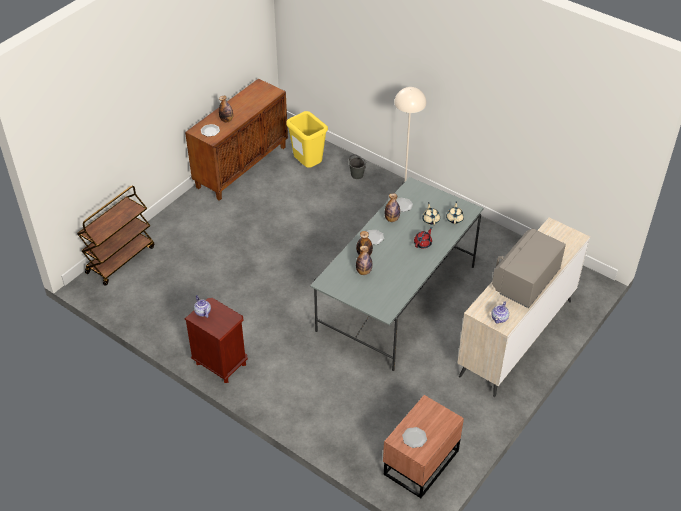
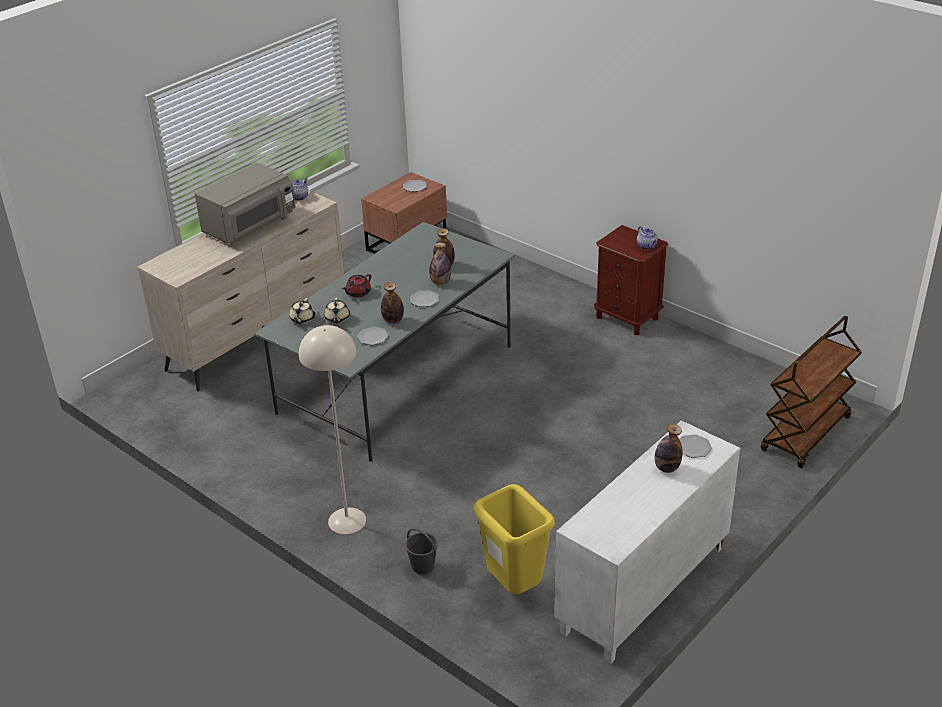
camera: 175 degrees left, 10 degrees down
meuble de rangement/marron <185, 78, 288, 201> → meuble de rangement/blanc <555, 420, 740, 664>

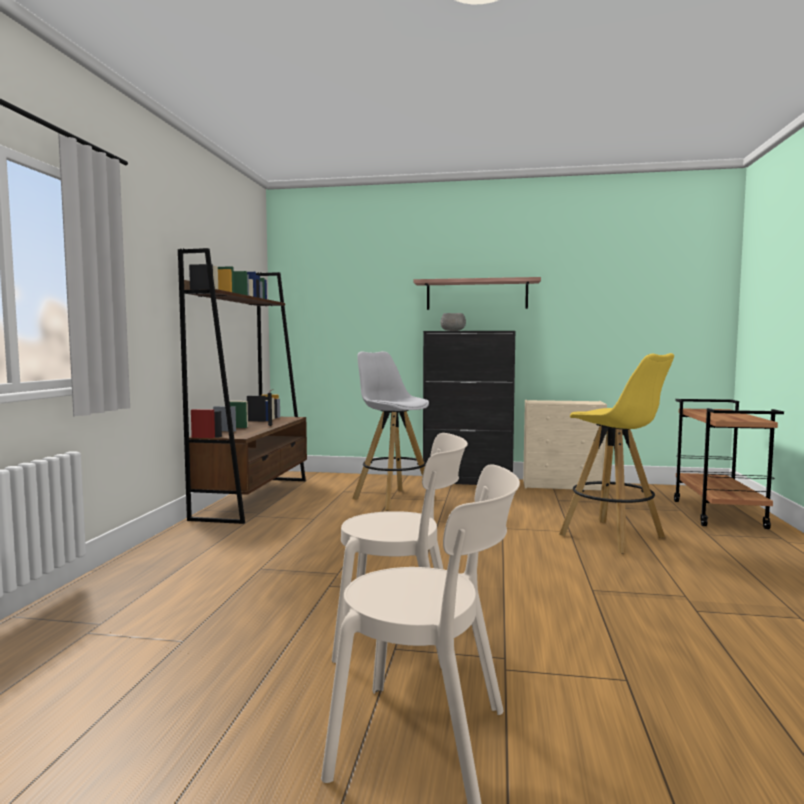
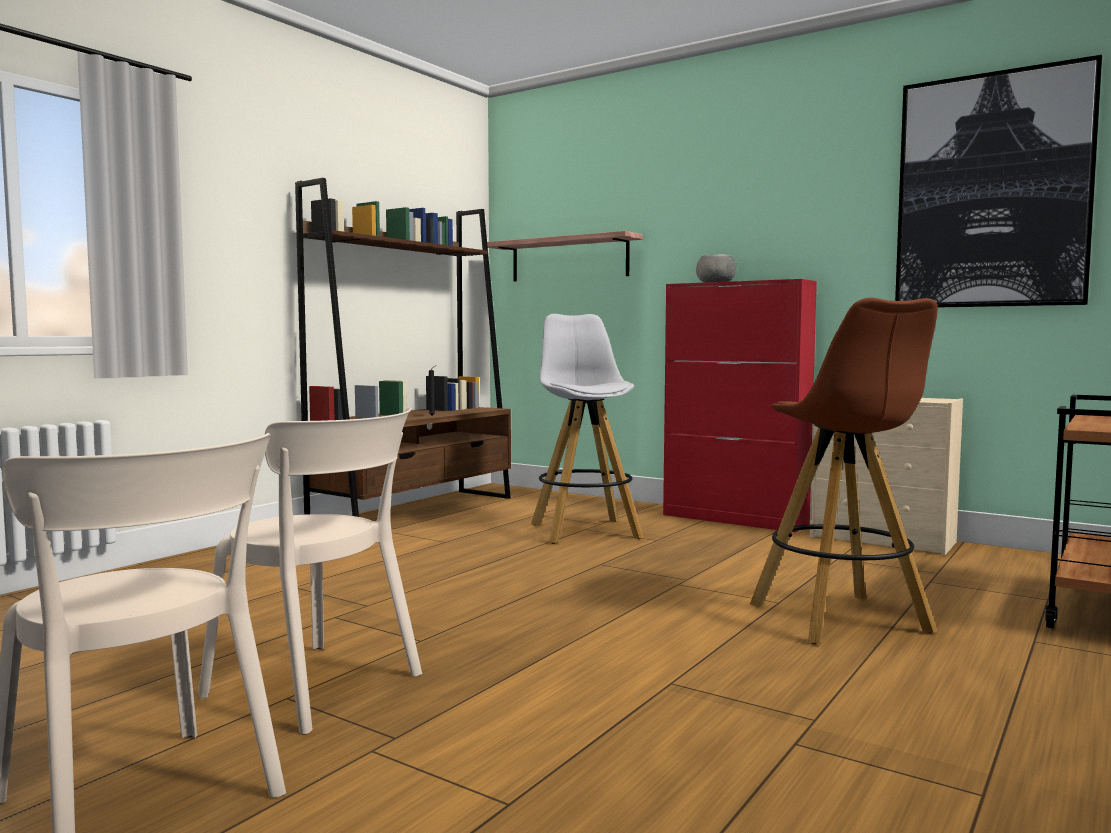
camera: 25 degrees right, 0 degrees up
étagère <414, 277, 541, 310> → étagère <487, 231, 643, 281>, relocated
meuble de rangement/noir <423, 331, 515, 485> → meuble de rangement/rouge <663, 279, 817, 532>
tabouret/jaune <559, 353, 674, 554> → tabouret/marron <750, 298, 938, 644>
- → tableau <895, 55, 1102, 307>

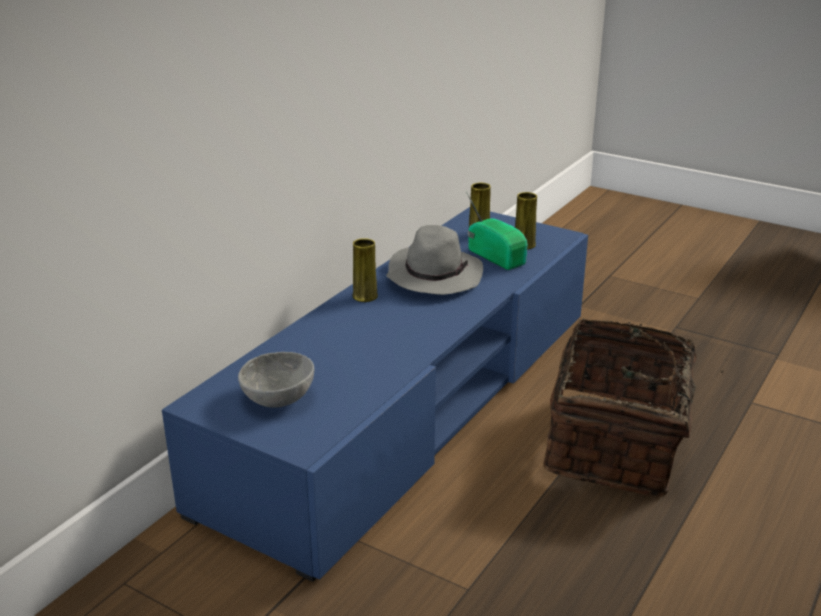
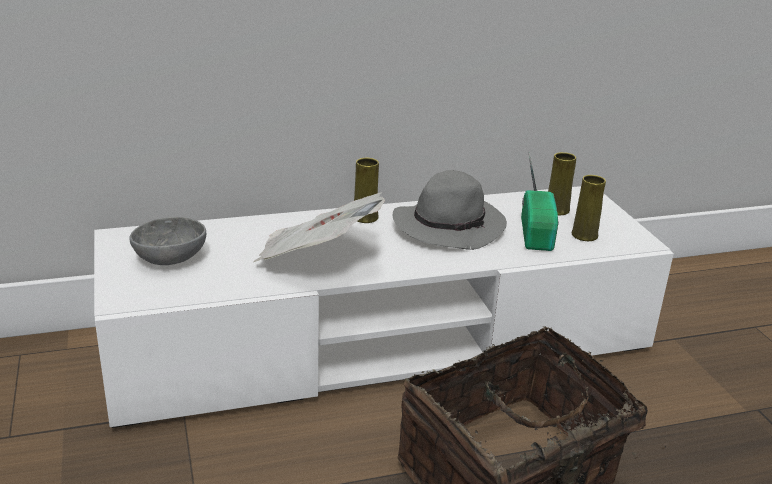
camera: 40 degrees right, 0 degrees up
meuble télé/bleu <162, 207, 588, 582> → meuble télé/blanc <94, 186, 674, 428>
- → journal <254, 192, 385, 262>

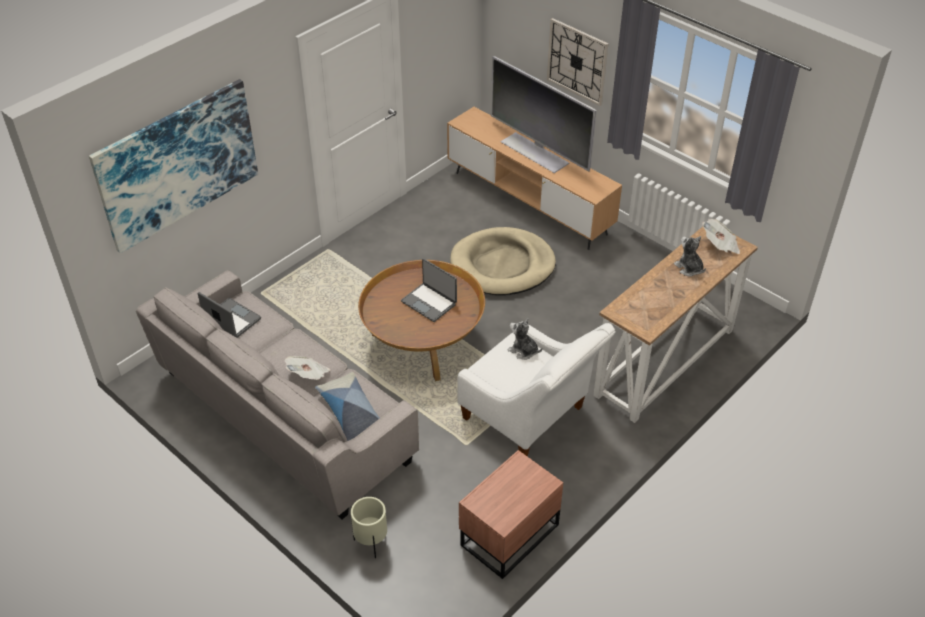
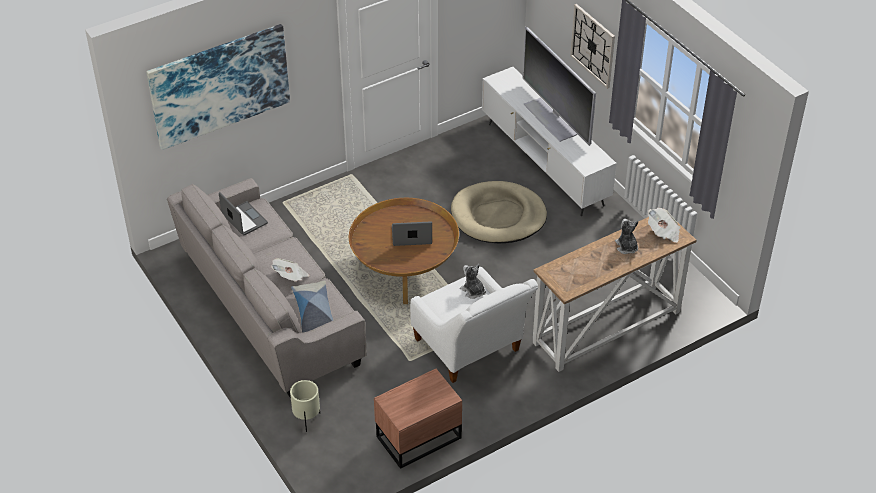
camera: 15 degrees right, 0 degrees up
ordinateur portable <401, 258, 457, 322> → ordinateur portable <392, 222, 432, 246>, 120 degrees clockwise
meuble télé/marron <447, 107, 622, 250> → meuble télé/blanc <482, 67, 617, 216>

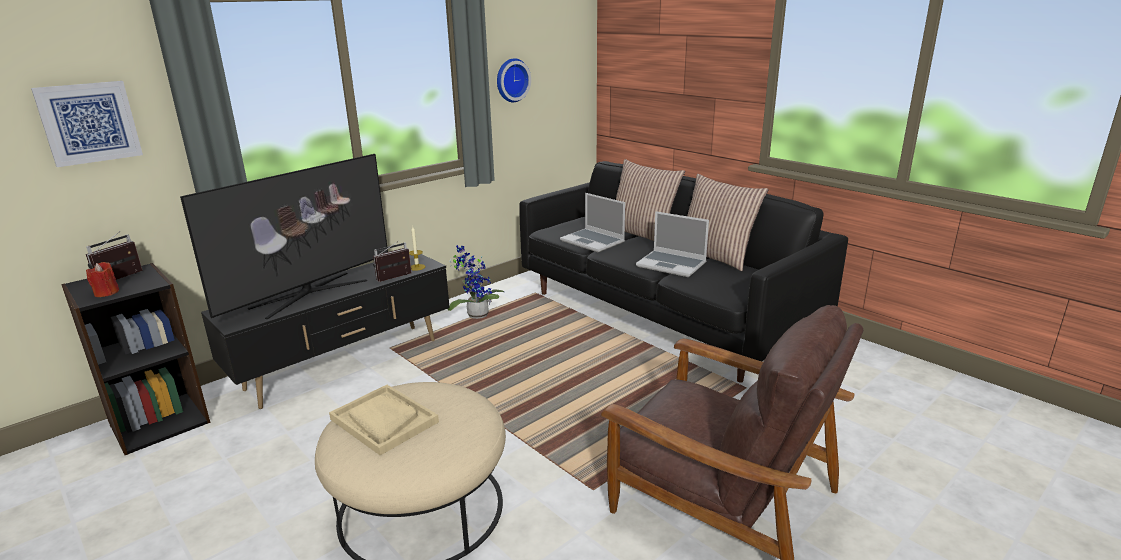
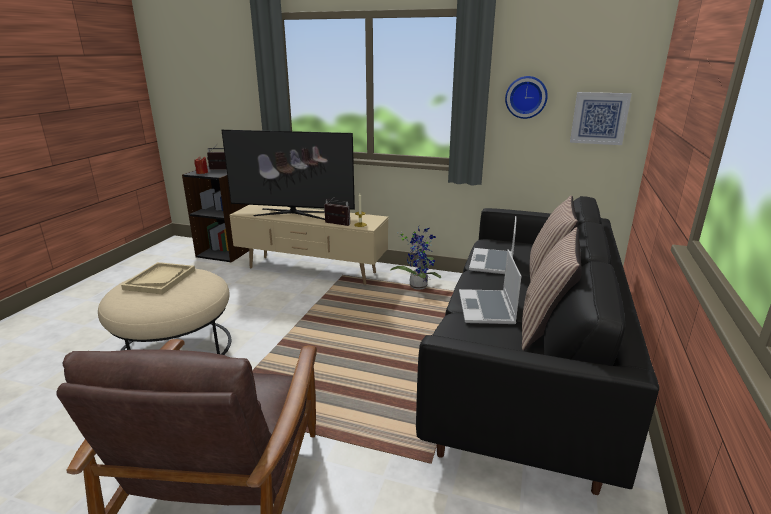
camera: 60 degrees right, 0 degrees up
tableau <31, 81, 143, 167> → tableau <570, 92, 632, 145>, relocated
meuble télé/noir <201, 254, 450, 409> → meuble télé/beige <230, 205, 388, 285>

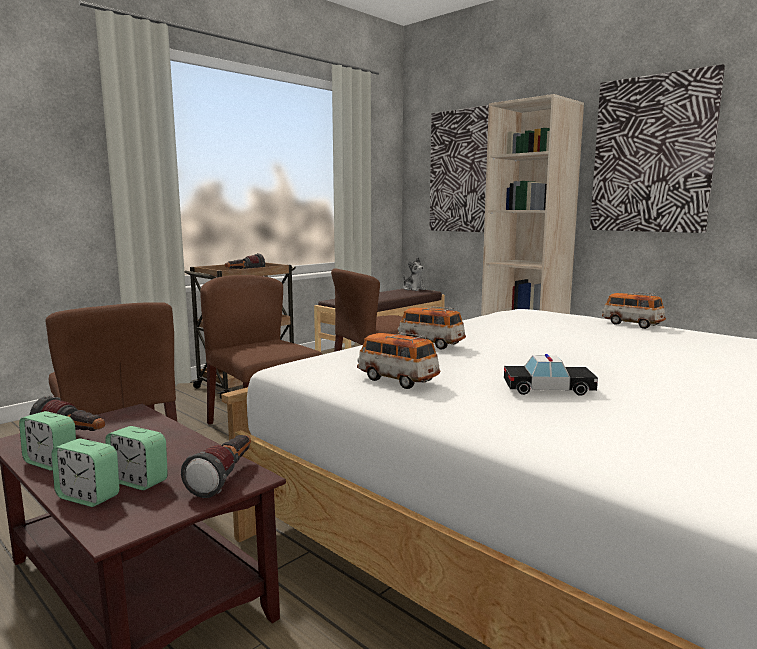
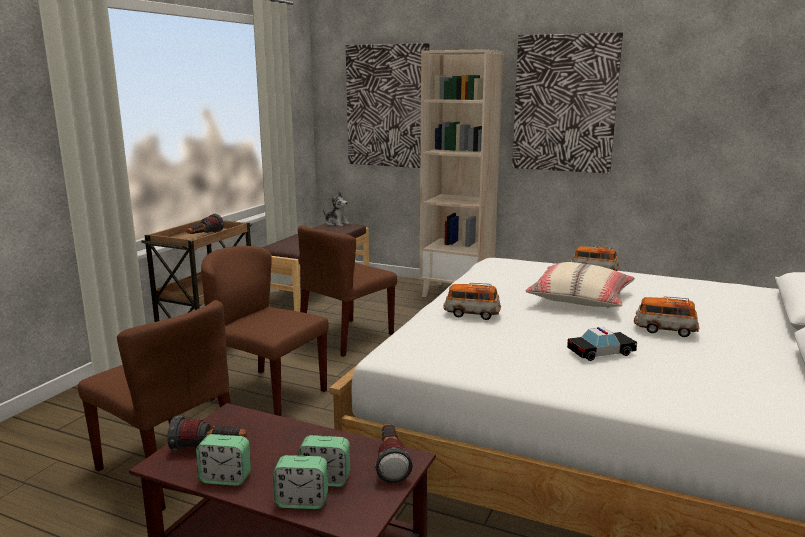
camera: 20 degrees left, 5 degrees up
petite voiture <357, 332, 440, 389> → petite voiture <634, 296, 699, 337>, relocated
- → coussin/beige <525, 262, 635, 308>

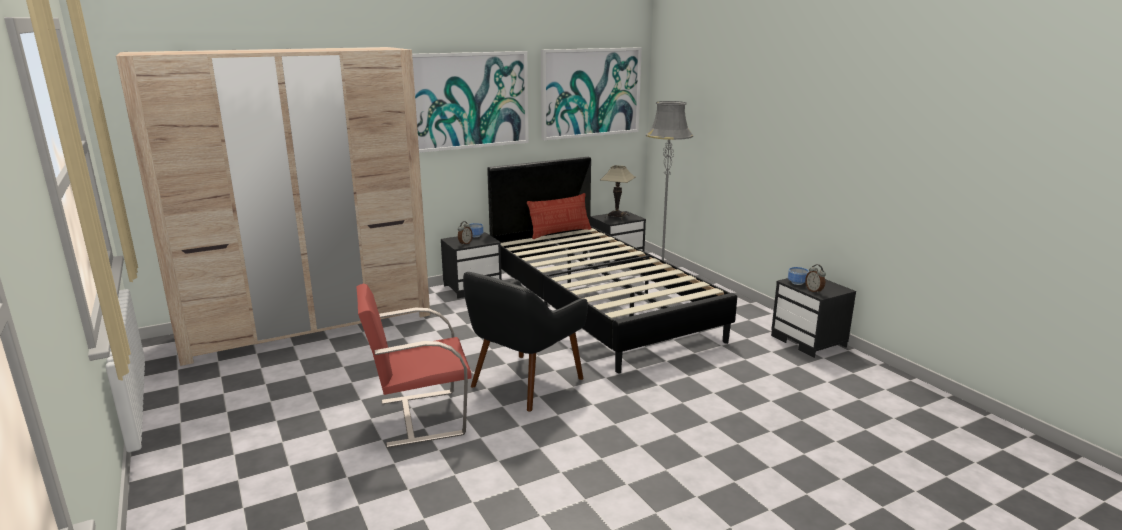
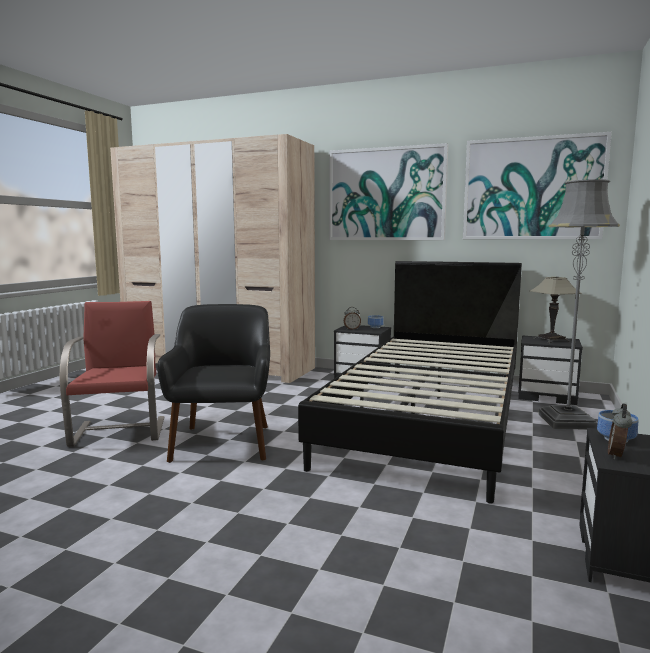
camera: 50 degrees right, 10 degrees down
chaise/rouge <356, 284, 472, 448> → chaise/rouge <60, 301, 165, 447>, 45 degrees clockwise
fauteuil/noir <463, 272, 588, 412> → fauteuil/noir <157, 304, 270, 463>, 90 degrees clockwise
coussin <527, 193, 592, 239> → -

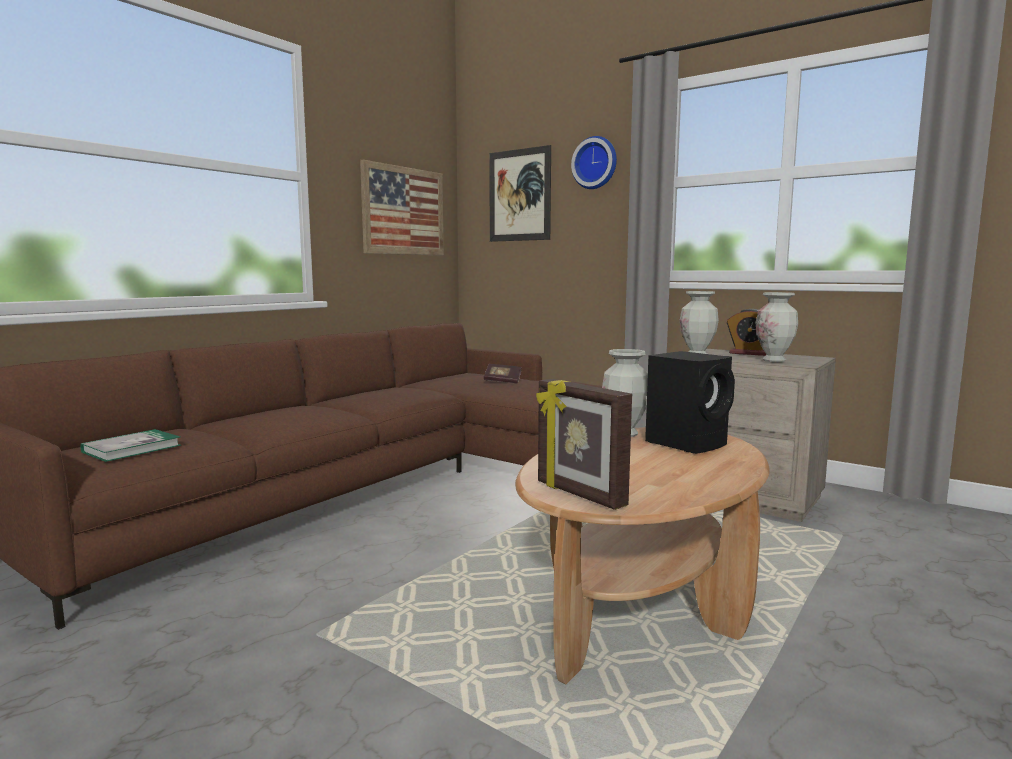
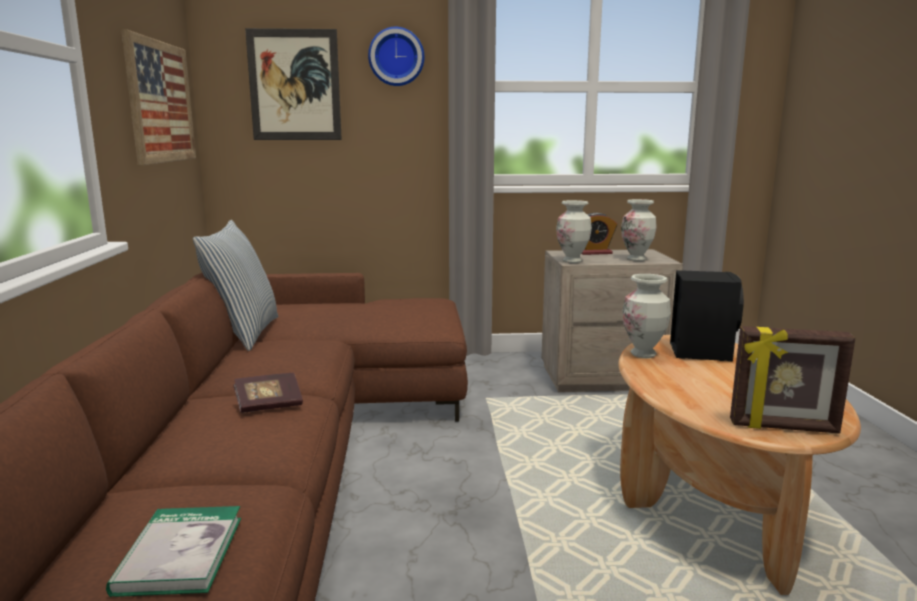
camera: 40 degrees left, 5 degrees up
livre <484, 364, 522, 383> → livre <233, 373, 303, 413>, relocated
- → coussin <193, 220, 278, 351>

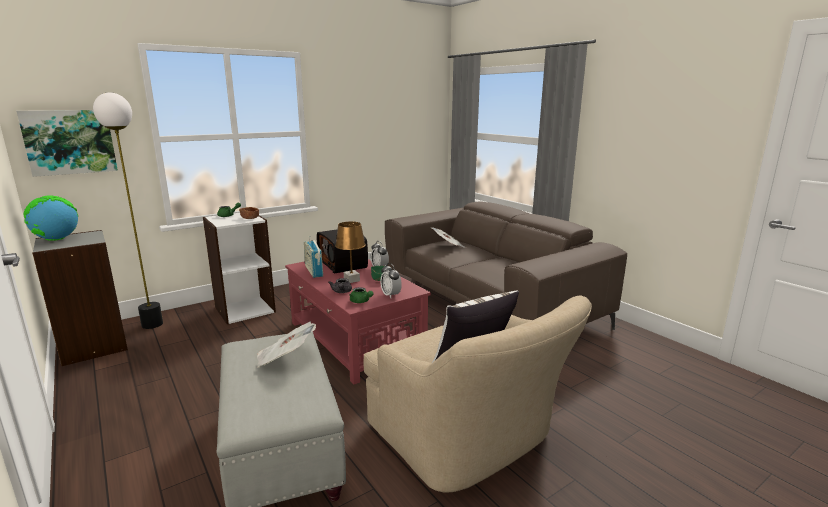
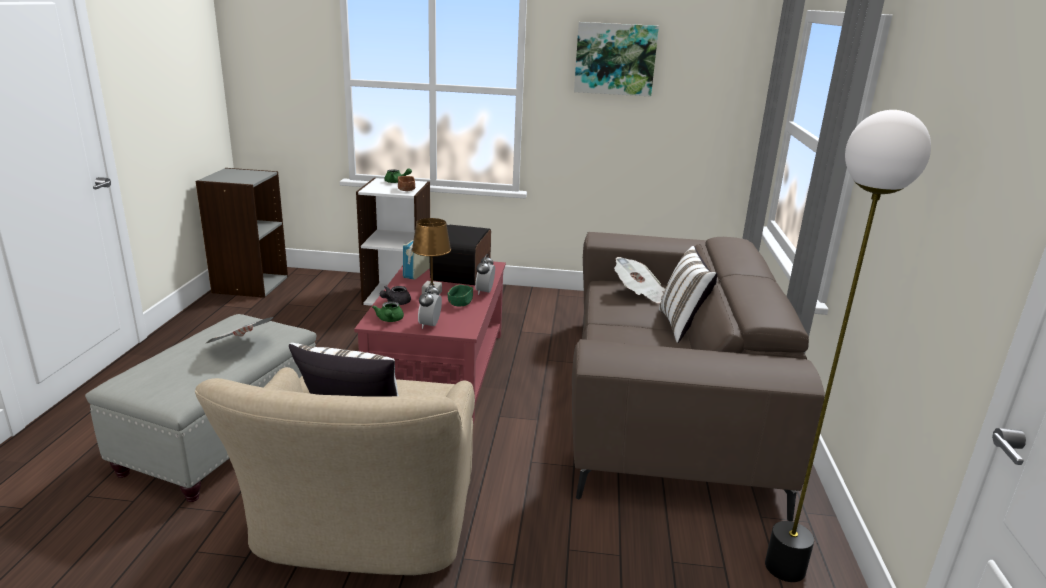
camera: 40 degrees right, 5 degrees up
tableau <17, 110, 118, 177> → tableau <574, 22, 659, 97>, relocated
globe <24, 195, 78, 241> → -
lampadaire <93, 92, 163, 329> → lampadaire <765, 110, 931, 582>, relocated
- → coussin/blanc <659, 246, 717, 343>

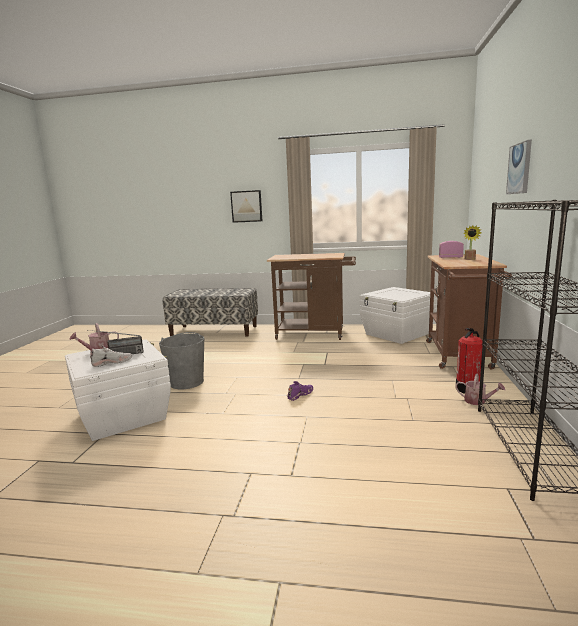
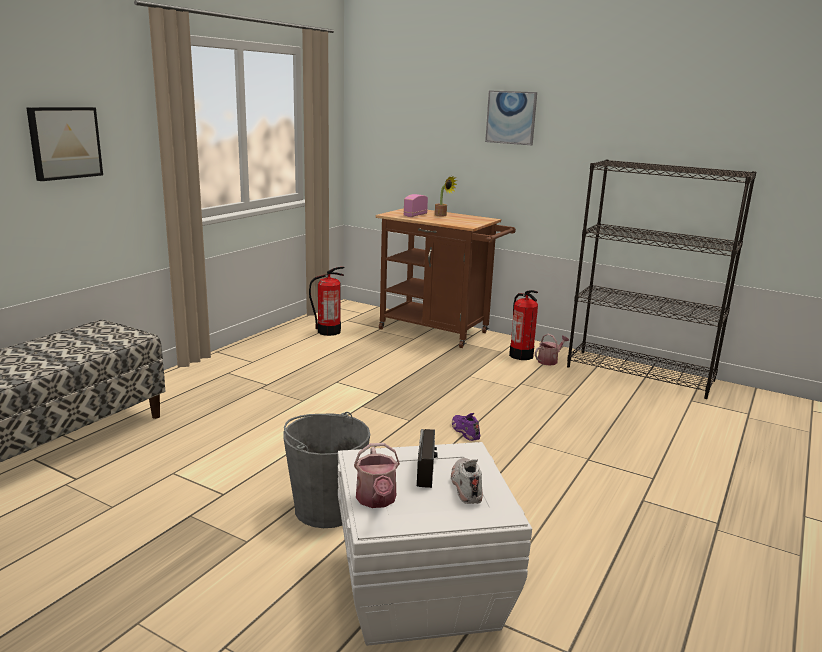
camera: 70 degrees left, 5 degrees up
chariot/marron <267, 253, 356, 340> → -
boîte de rangement/blanc <360, 287, 437, 344> → extincteur <309, 267, 345, 336>

